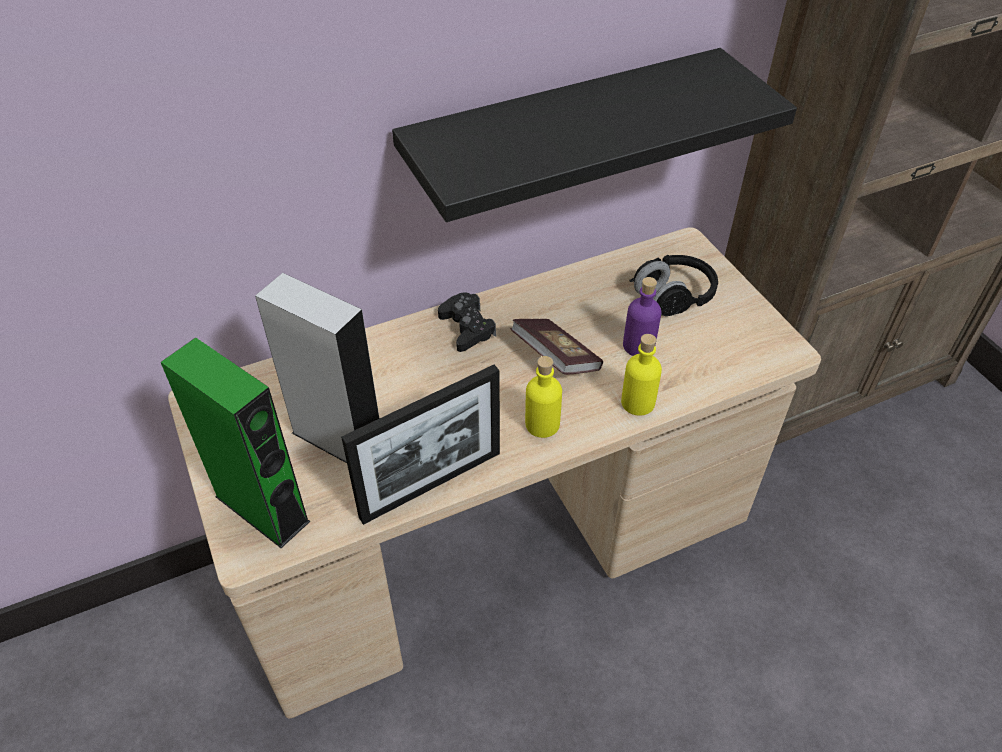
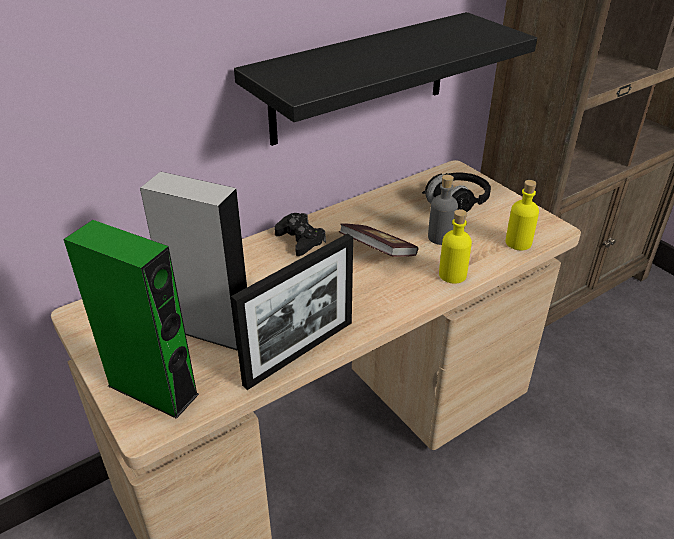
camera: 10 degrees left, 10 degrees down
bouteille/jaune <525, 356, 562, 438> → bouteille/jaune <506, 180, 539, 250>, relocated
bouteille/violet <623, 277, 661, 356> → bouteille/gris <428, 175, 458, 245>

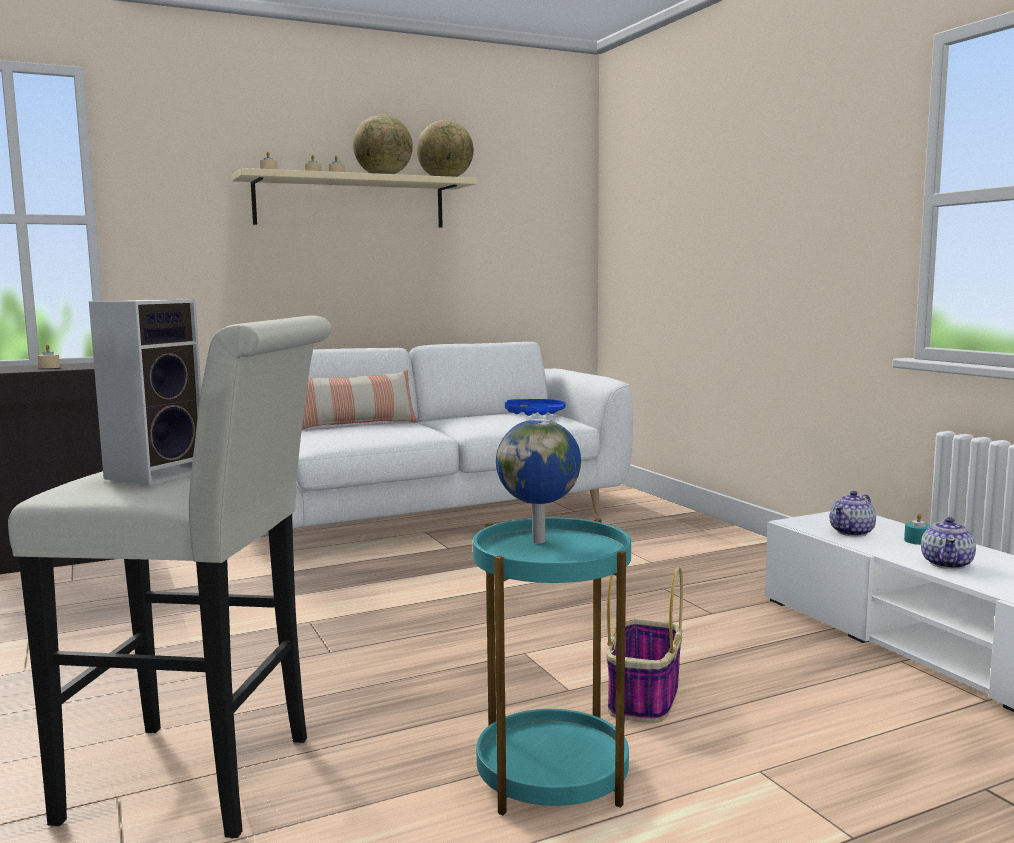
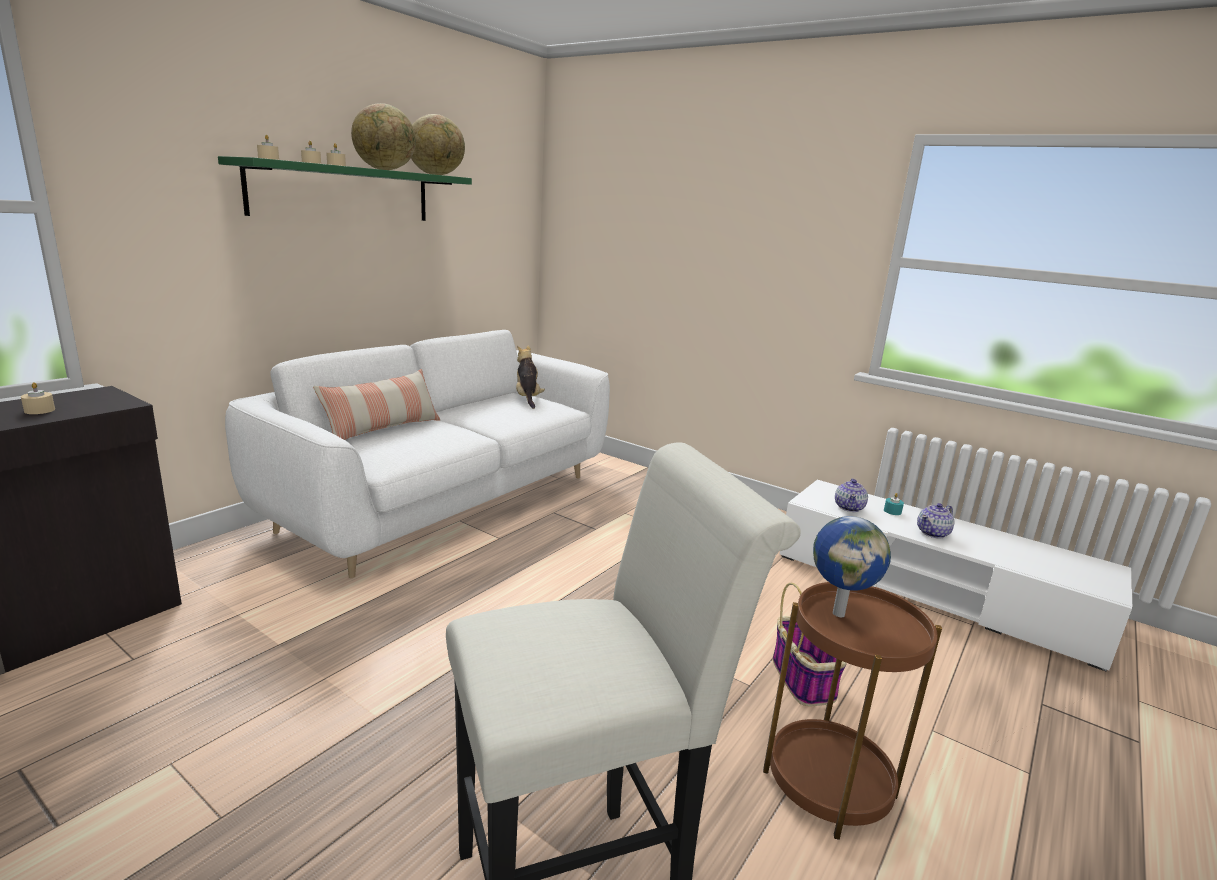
camera: 30 degrees left, 10 degrees up
enceinte <89, 300, 201, 486> → -
étagère/beige <232, 168, 477, 228> → étagère/vert <218, 156, 472, 221>
table d'appoint/turquoise <473, 517, 631, 816> → table d'appoint/marron <763, 582, 942, 840>
plateau/bleu <505, 399, 565, 416> → peluche <516, 346, 545, 409>
théière <921, 517, 976, 569> → théière <917, 503, 955, 538>, 60 degrees clockwise

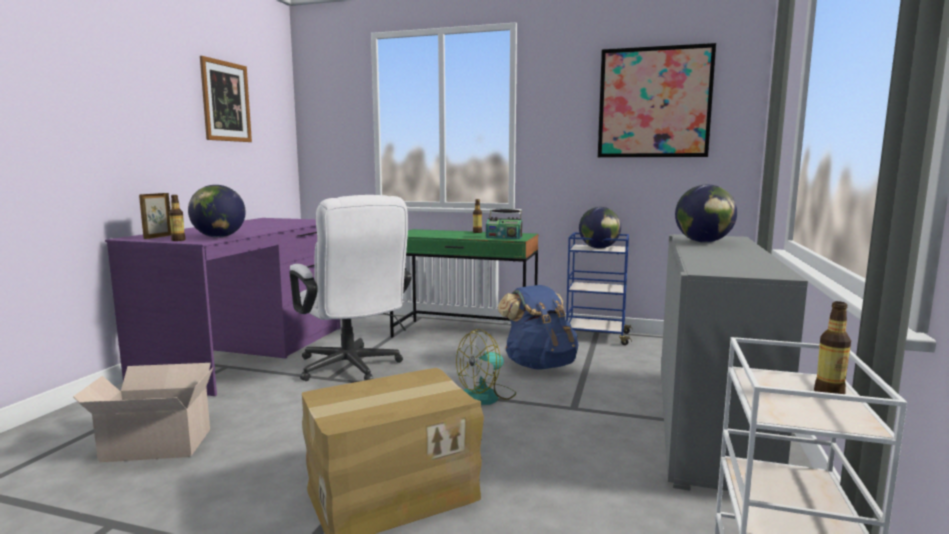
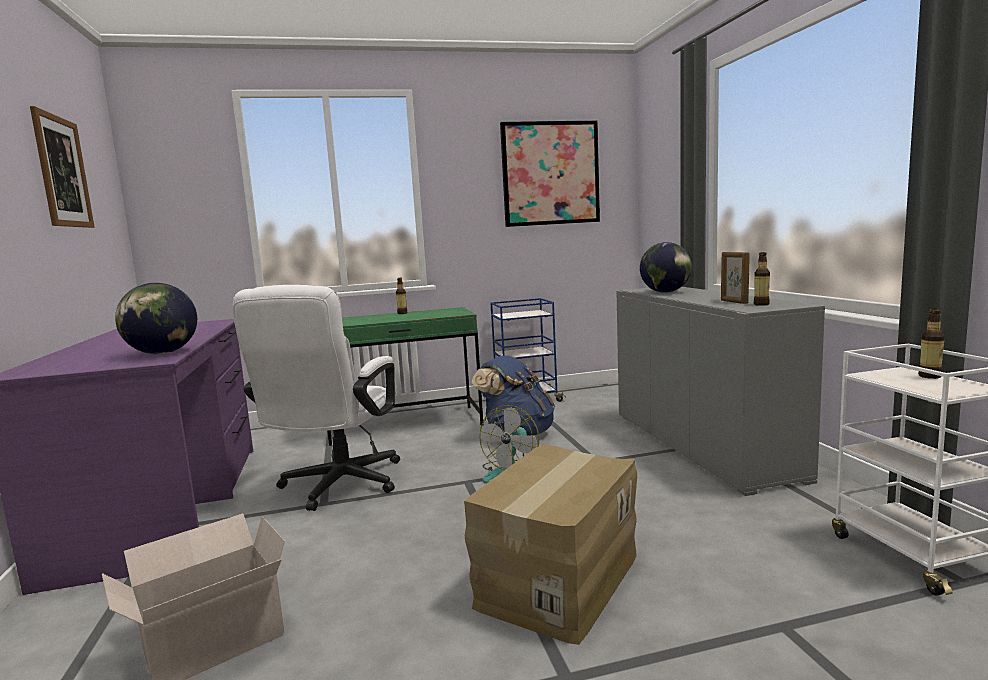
camera: 30 degrees left, 0 degrees up
cadre photo <139, 193, 171, 239> → cadre photo <721, 252, 750, 304>, relocated
bouteille <169, 195, 186, 241> → bouteille <754, 252, 770, 306>, relocated
chaise de bureau/blanc <289, 195, 412, 381> → chaise de bureau/blanc <233, 285, 400, 511>, 75 degrees clockwise
radio <486, 209, 522, 239> → -
globe <579, 207, 621, 249> → -

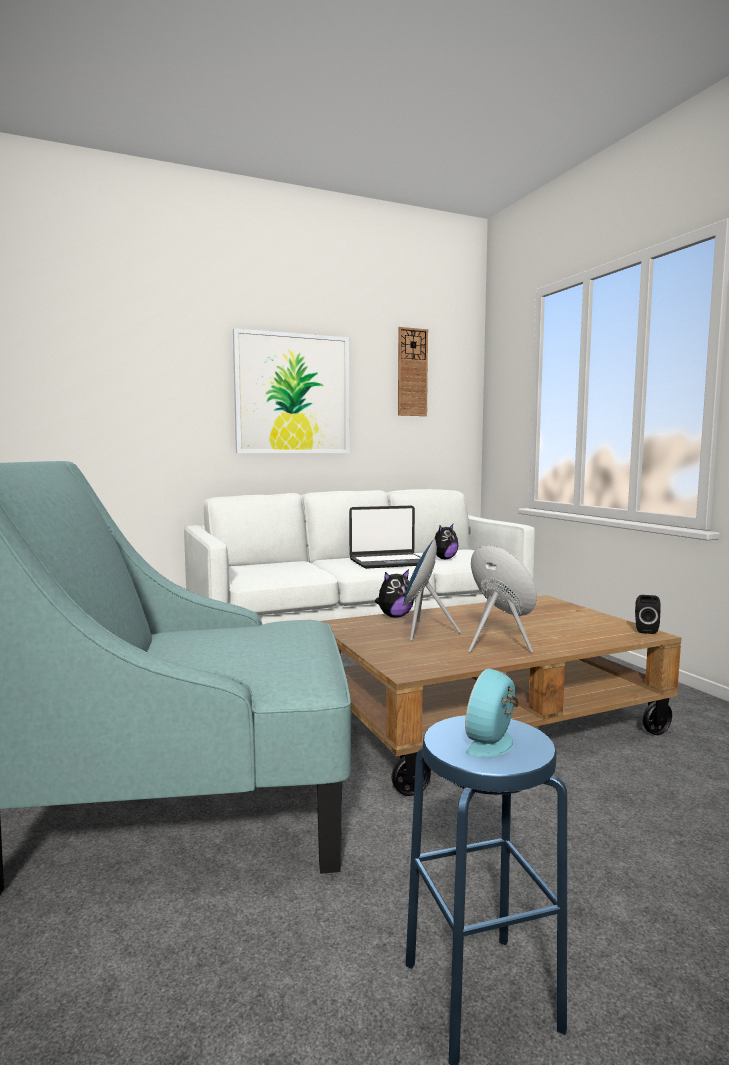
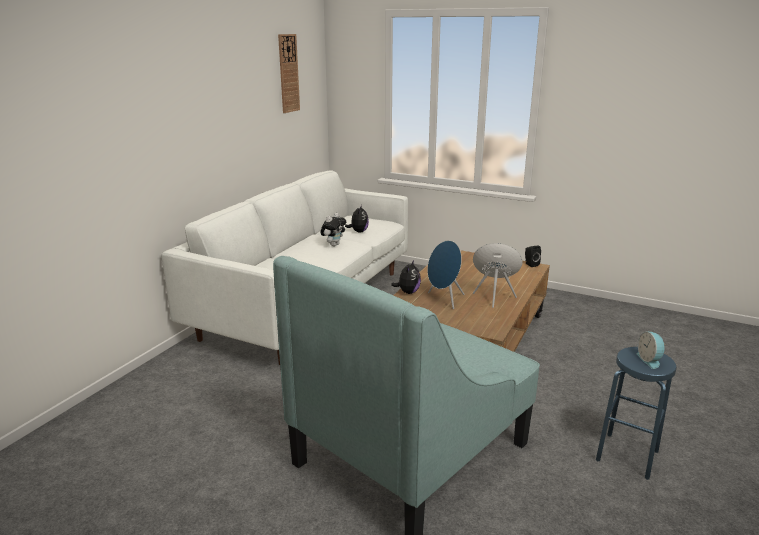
camera: 40 degrees left, 15 degrees up
tableau <233, 328, 349, 453> → -
ordinateur portable <349, 506, 421, 569> → peluche <320, 213, 346, 246>

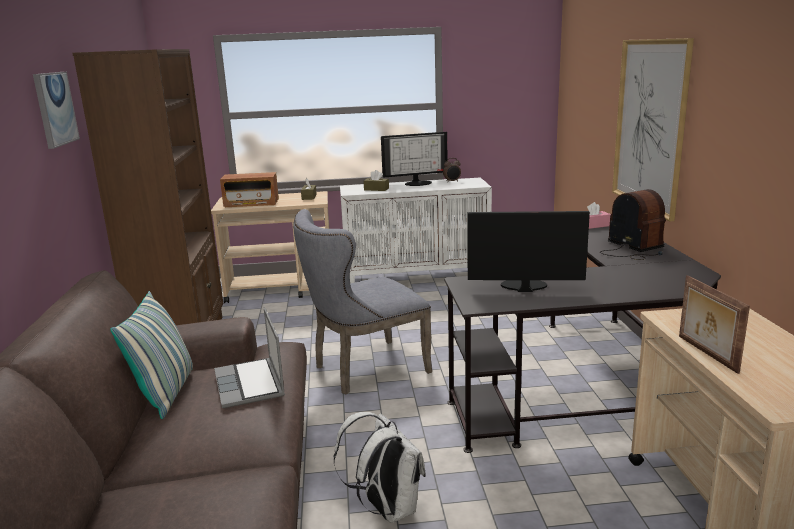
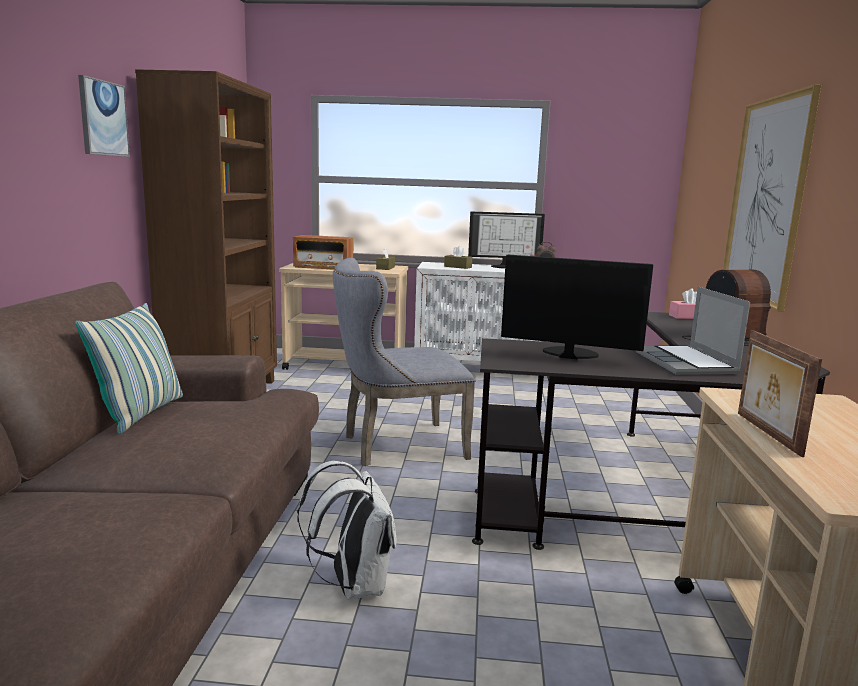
camera: 10 degrees right, 5 degrees down
ordinateur portable <214, 308, 285, 408> → ordinateur portable <636, 286, 750, 375>, relocated

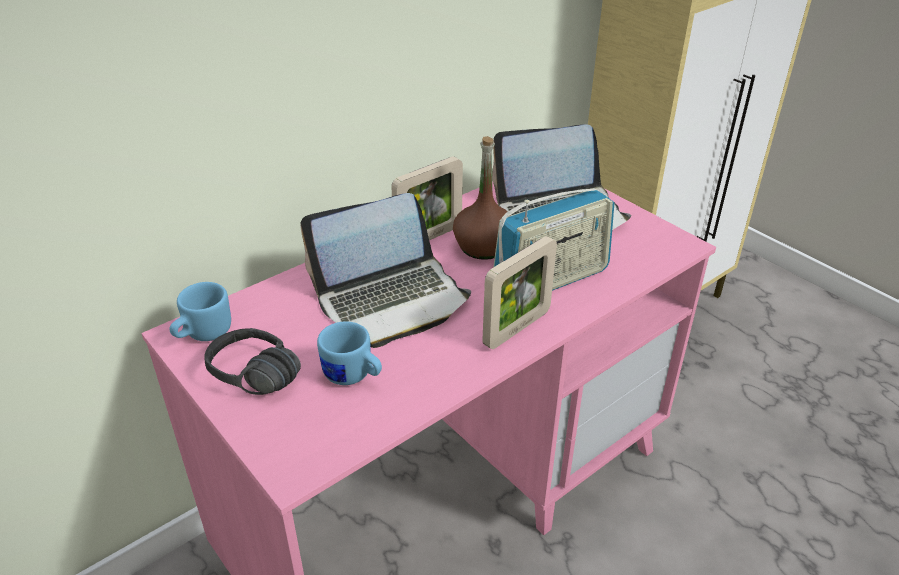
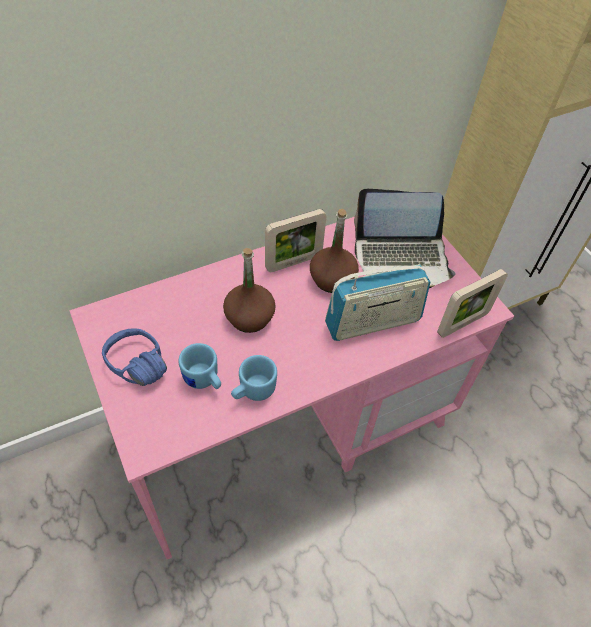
camera: 10 degrees right, 15 degrees up
mug/bleu <170, 282, 231, 341> → mug/bleu <231, 355, 277, 401>, relocated
casque audio/noir <204, 328, 301, 395> → casque audio/bleu <102, 328, 167, 386>
ordinateur portable <300, 193, 471, 348> → bouteille/marron <223, 248, 276, 333>
cadre photo <482, 236, 557, 349> → cadre photo <437, 269, 508, 338>, relocated

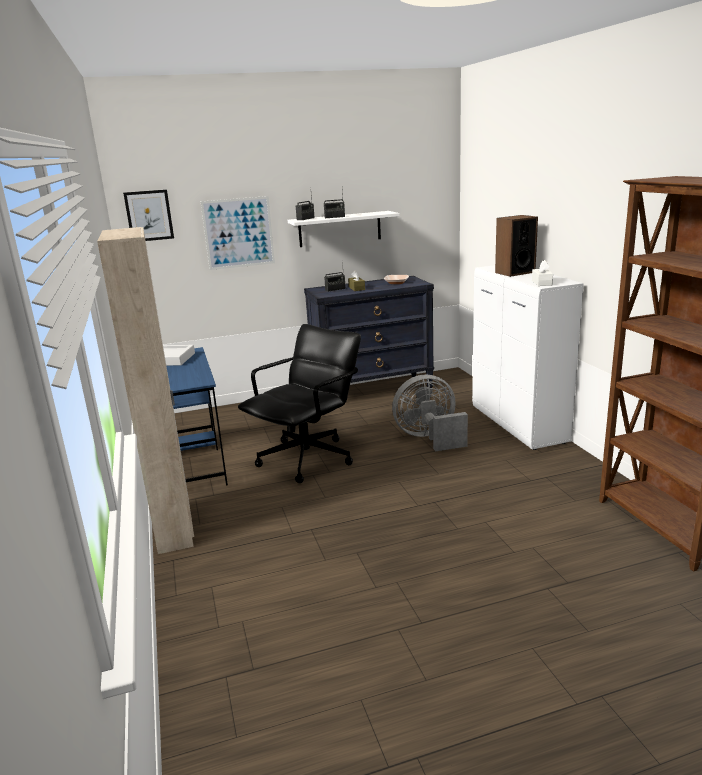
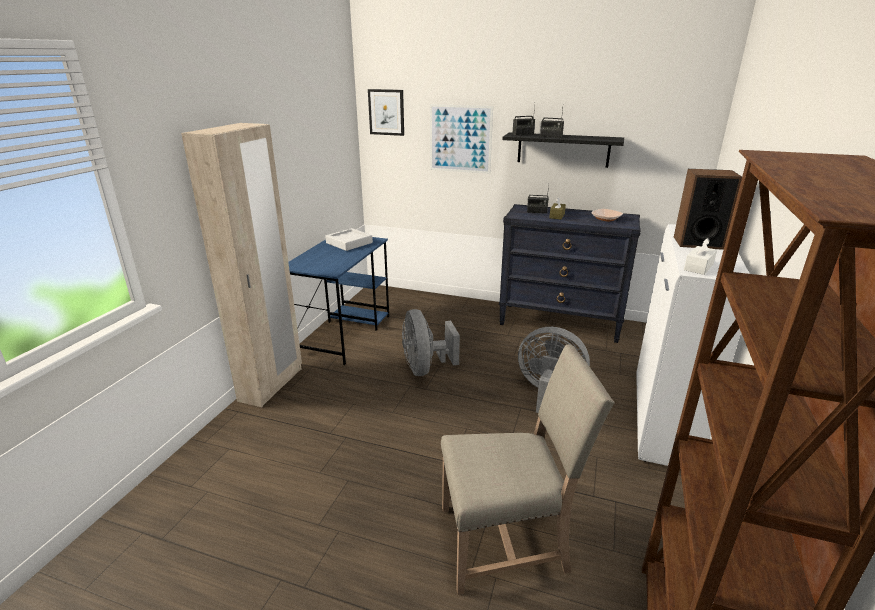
camera: 35 degrees right, 5 degrees up
chaise de bureau/noir <238, 324, 361, 483> → ventilateur/gris <402, 309, 460, 376>
étagère/blanc <288, 211, 400, 247> → étagère/noir <502, 132, 624, 168>
- → chaise/beige <441, 344, 614, 595>

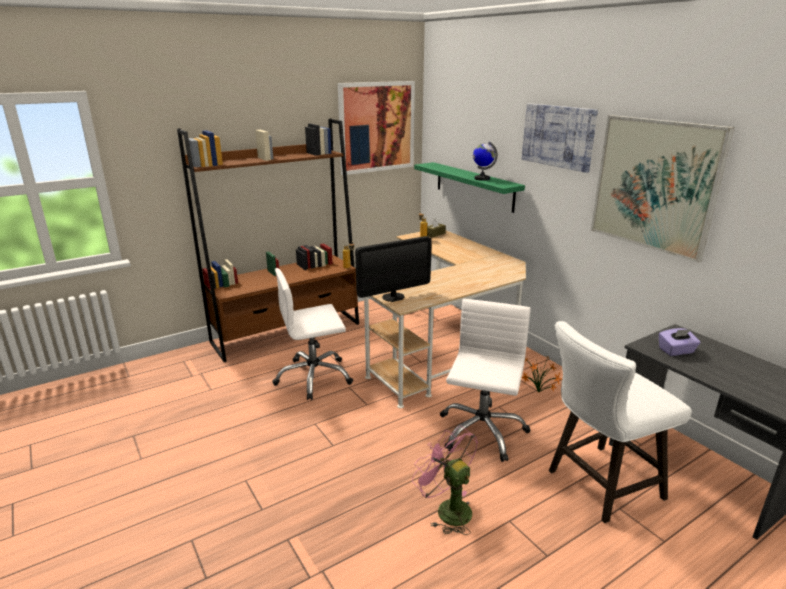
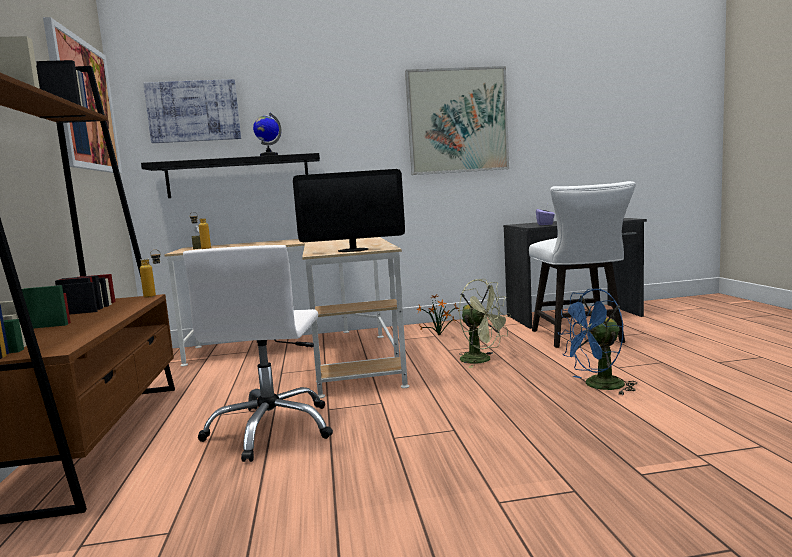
camera: 65 degrees left, 15 degrees down
écran d'ordinateur <355, 236, 432, 302> → écran d'ordinateur <293, 169, 405, 252>, 90 degrees clockwise
ventilateur/rose <412, 426, 478, 535> → ventilateur/bleu <558, 289, 637, 395>
étagère/vert <414, 162, 525, 213> → étagère/noir <141, 153, 320, 198>
chaise de bureau/blanc <440, 299, 531, 462> → ventilateur/vert <459, 279, 511, 368>
tableau <522, 103, 598, 173> → tableau <143, 79, 241, 143>, relocated

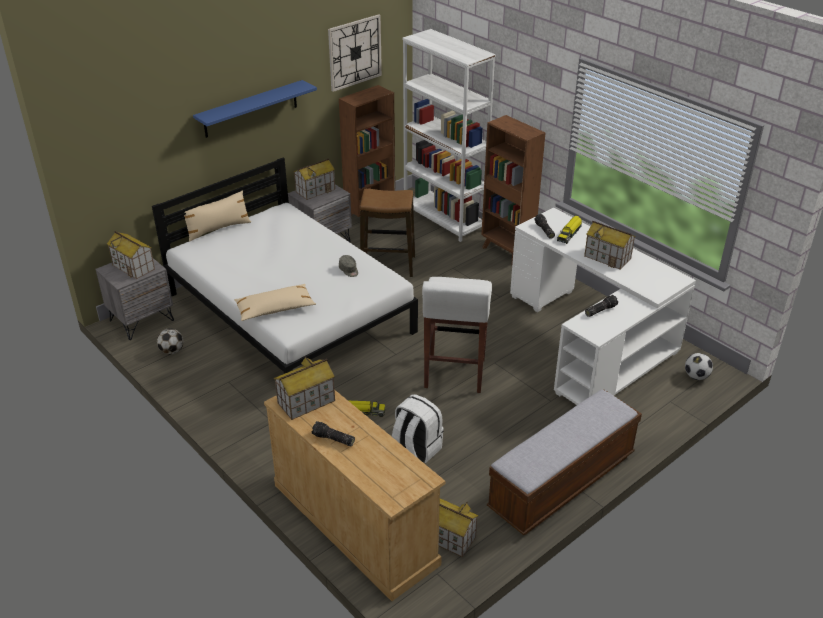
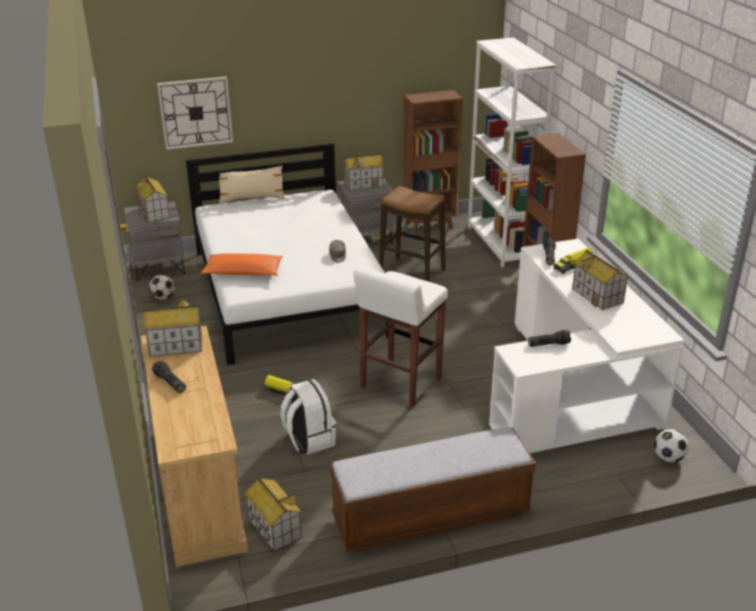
camera: 25 degrees right, 5 degrees down
étagère/bleu <193, 80, 317, 138> → -
coussin/beige <234, 284, 316, 321> → coussin/orange <201, 253, 283, 276>
horloge murale <328, 14, 382, 92> → horloge murale <157, 77, 233, 150>, relocated

